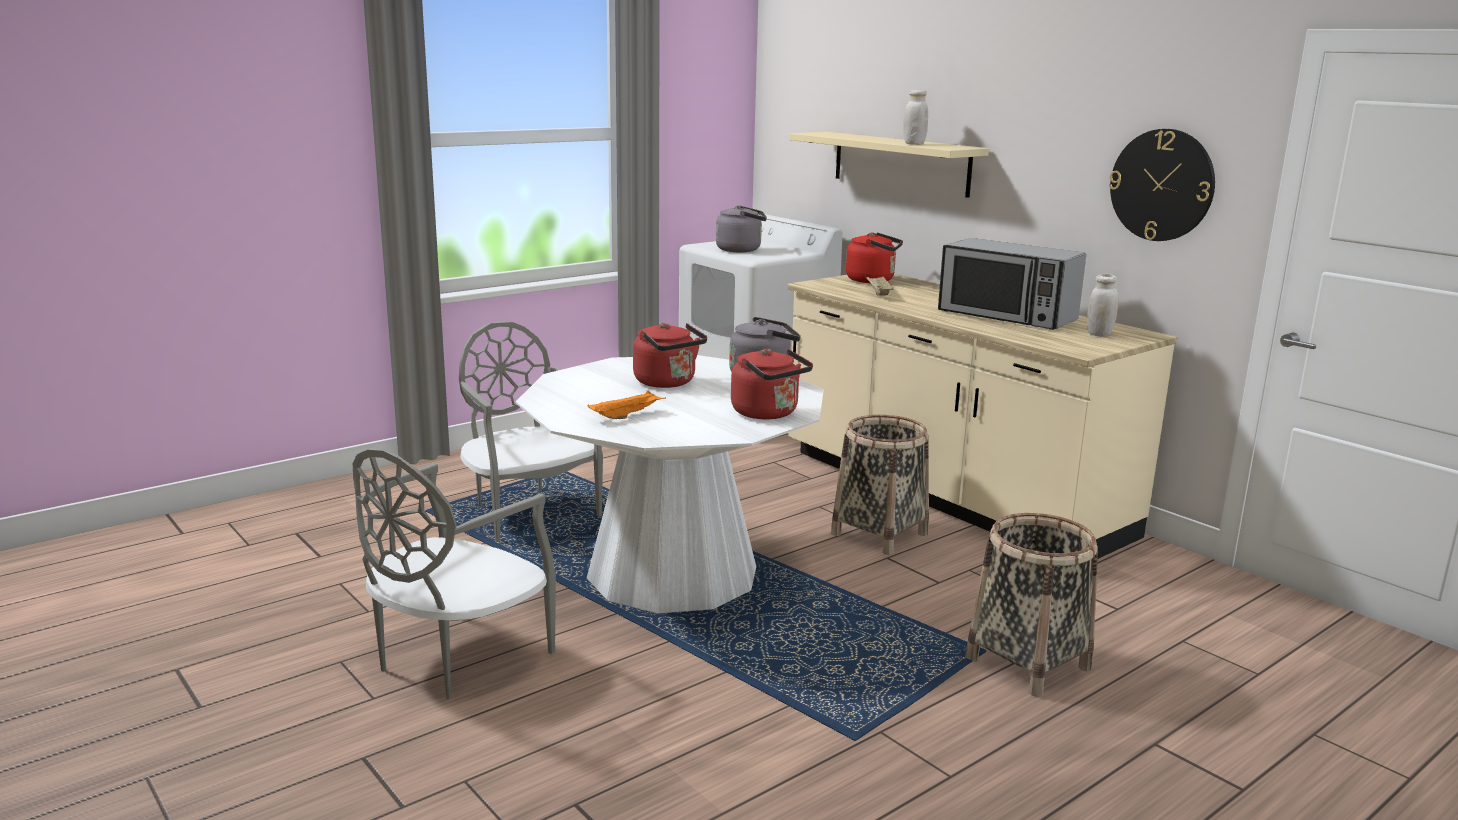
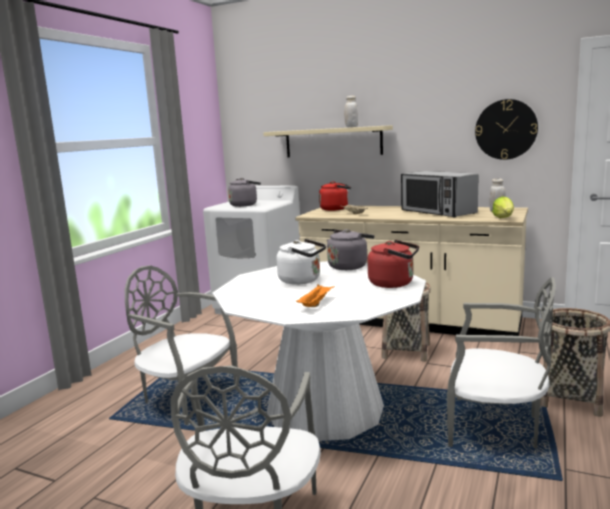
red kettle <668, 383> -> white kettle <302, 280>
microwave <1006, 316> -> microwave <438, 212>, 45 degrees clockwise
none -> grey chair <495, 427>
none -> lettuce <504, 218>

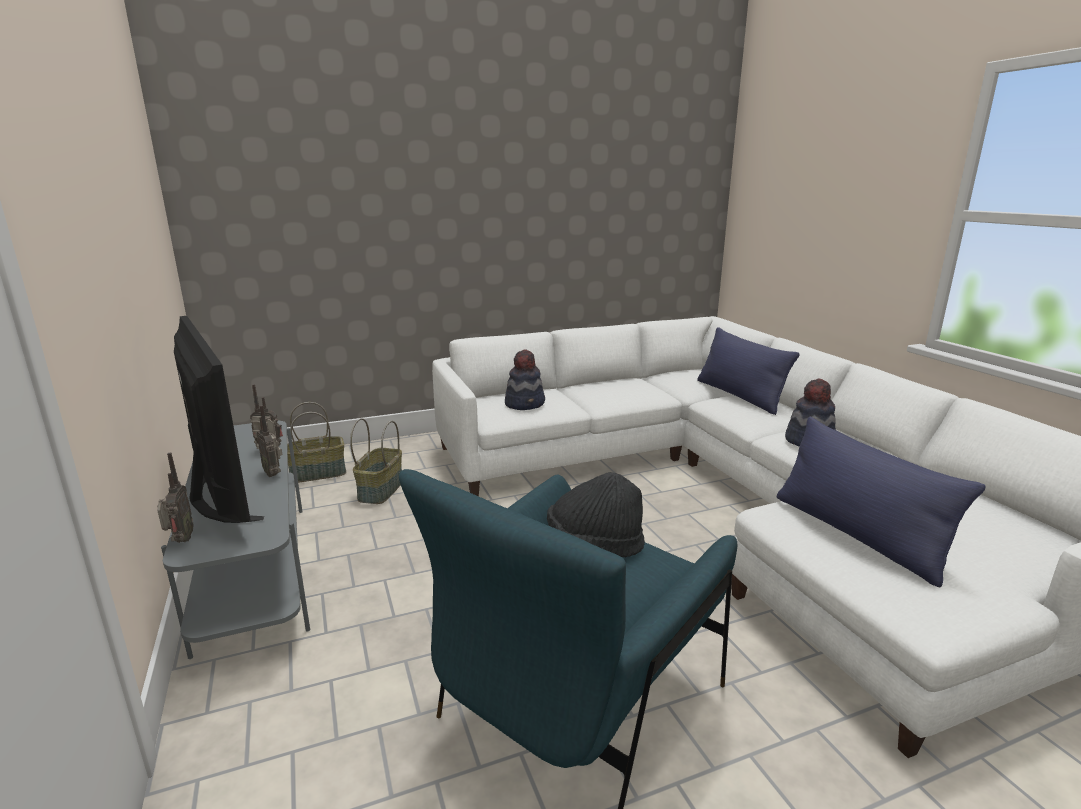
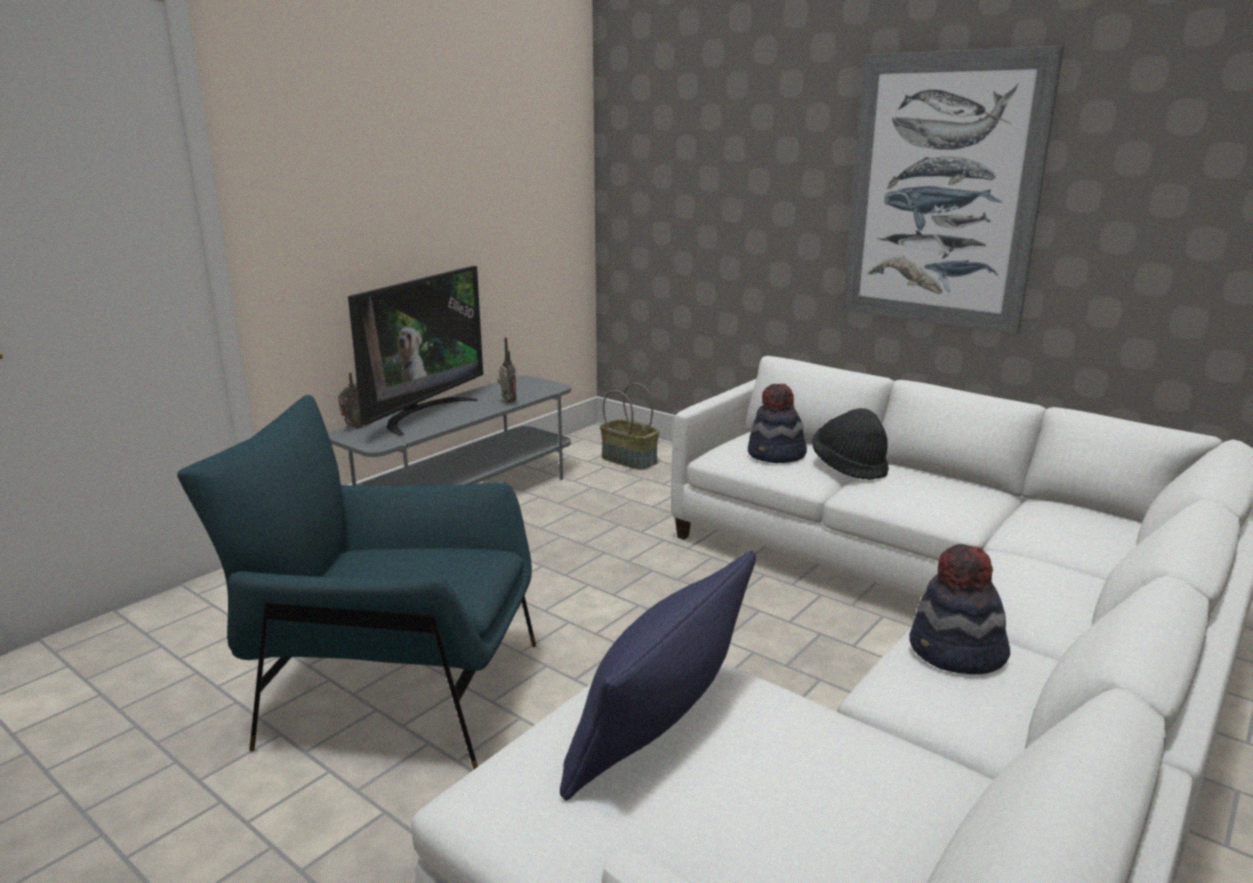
black hat <594, 544> -> black hat <849, 467>, shifted
none -> picture <941, 192>
radio <274, 473> -> none
basket <380, 490> -> none
blue pillow <739, 395> -> none

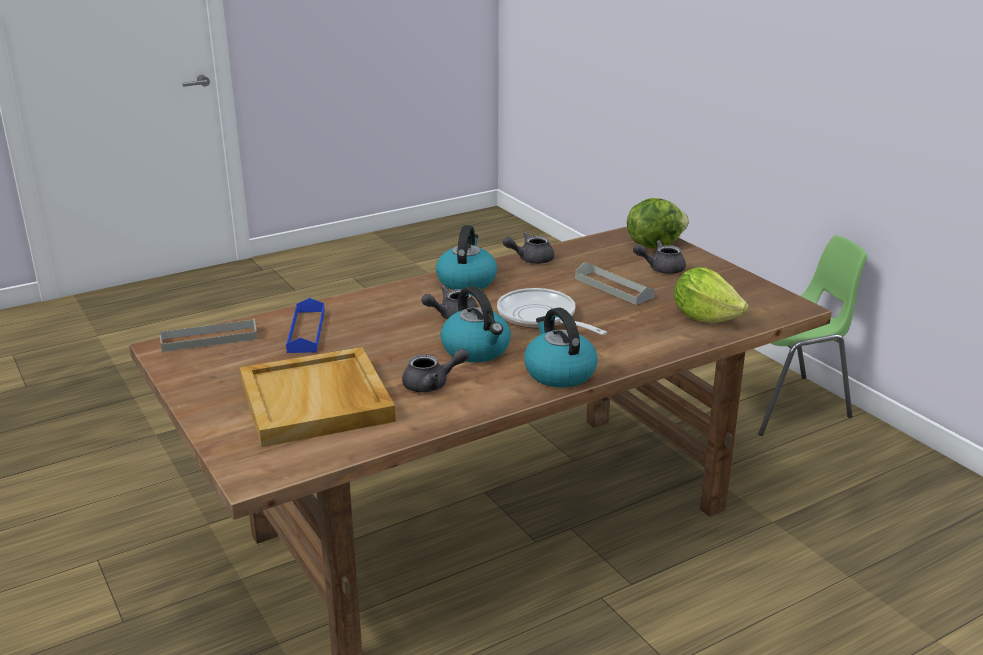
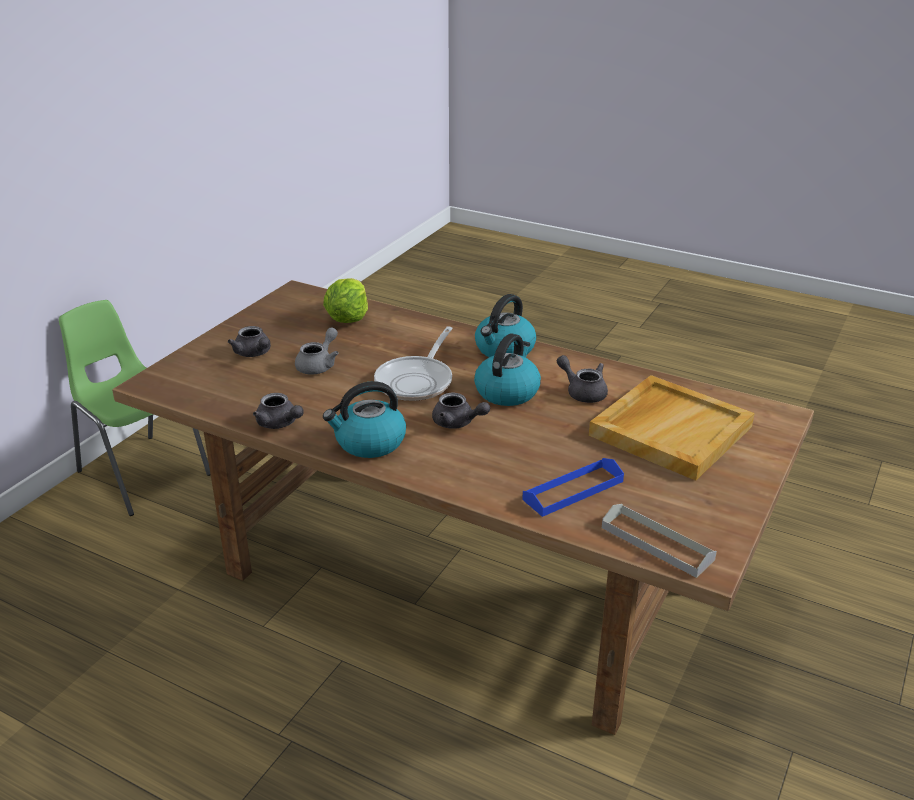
grey tray <613, 287> -> grey teapot <319, 365>
lettuce <654, 245> -> none

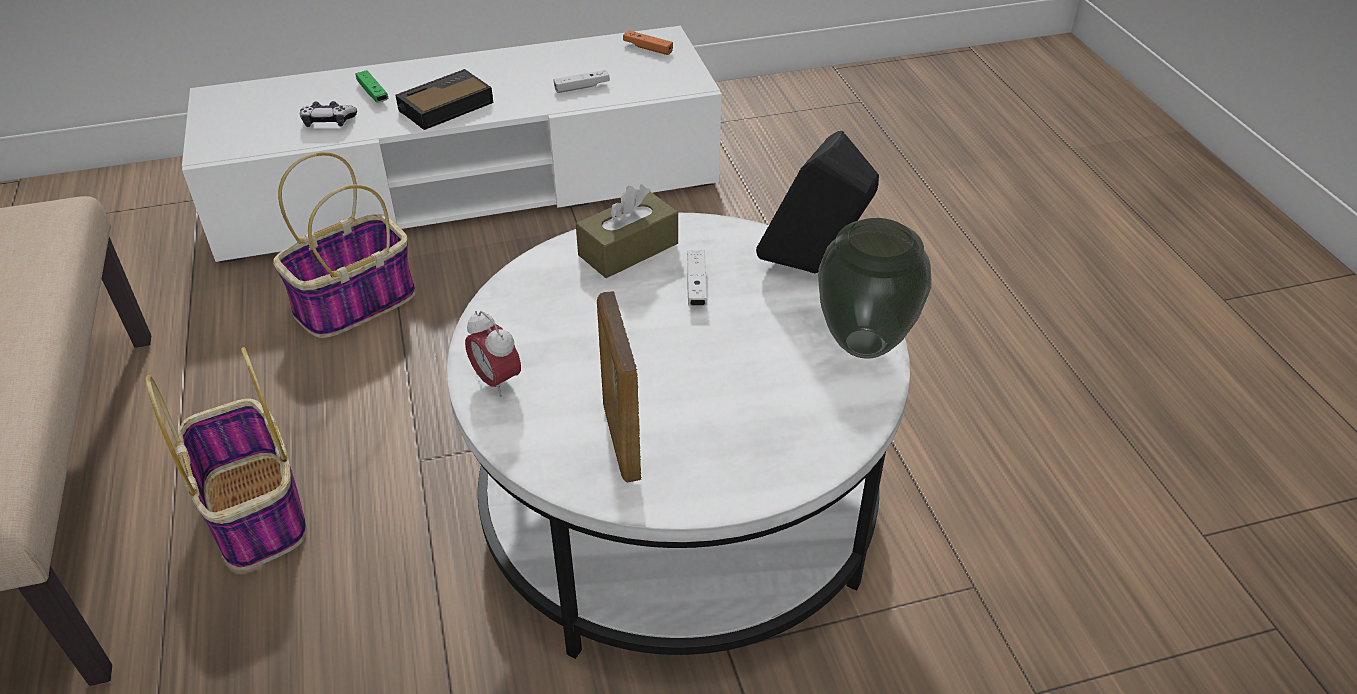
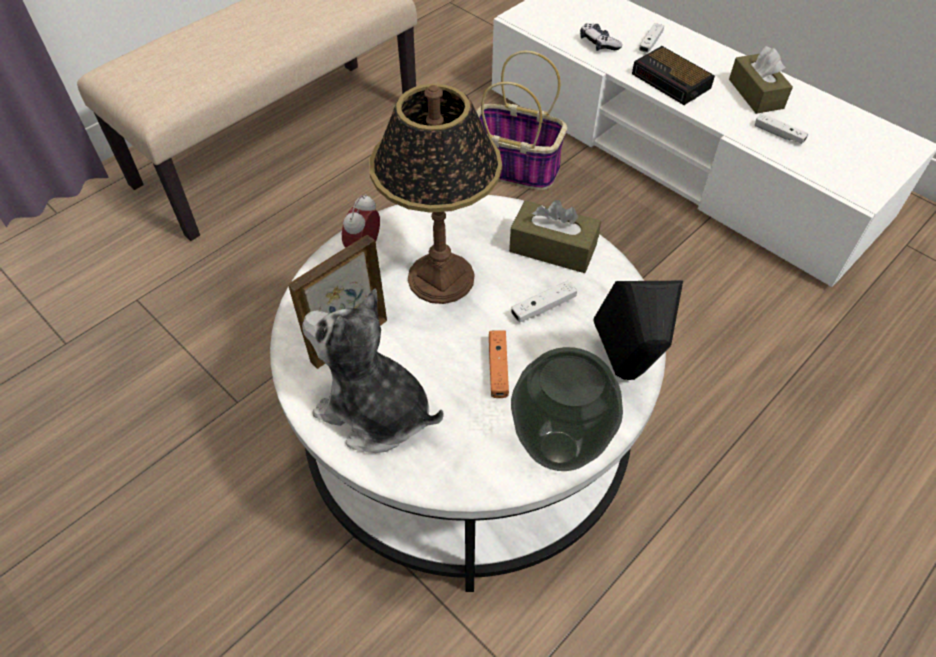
none -> plush toy <375, 412>
none -> table lamp <441, 279>
orange game controller <648, 48> -> orange game controller <498, 368>, shifted
alarm clock <444, 107> -> alarm clock <672, 82>, 150 degrees counterclockwise
green game controller <373, 93> -> white game controller <650, 43>
none -> brown tissue box <755, 94>
basket <256, 512> -> none

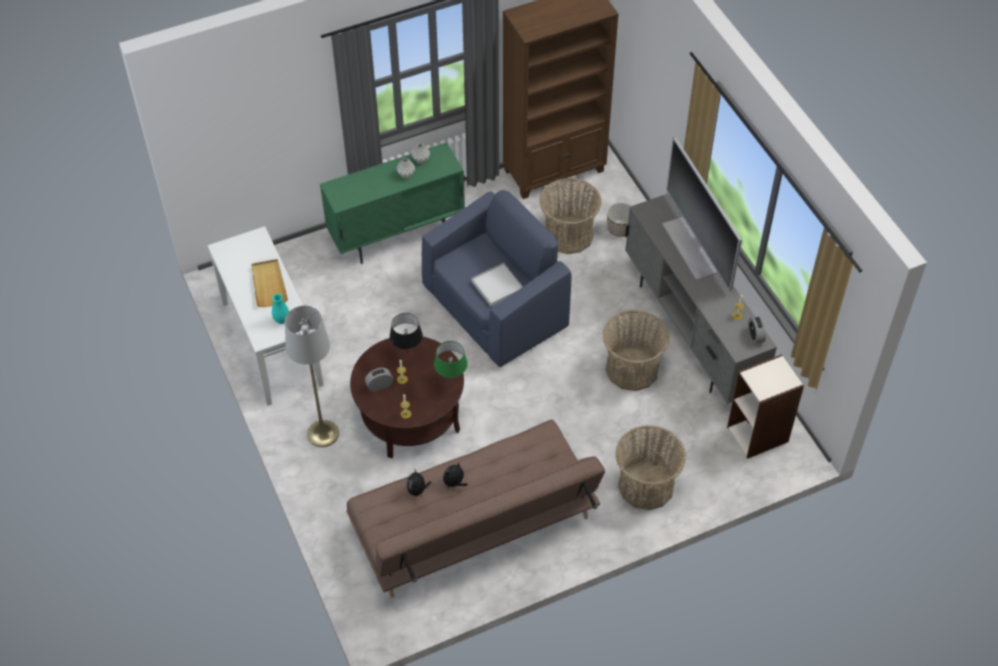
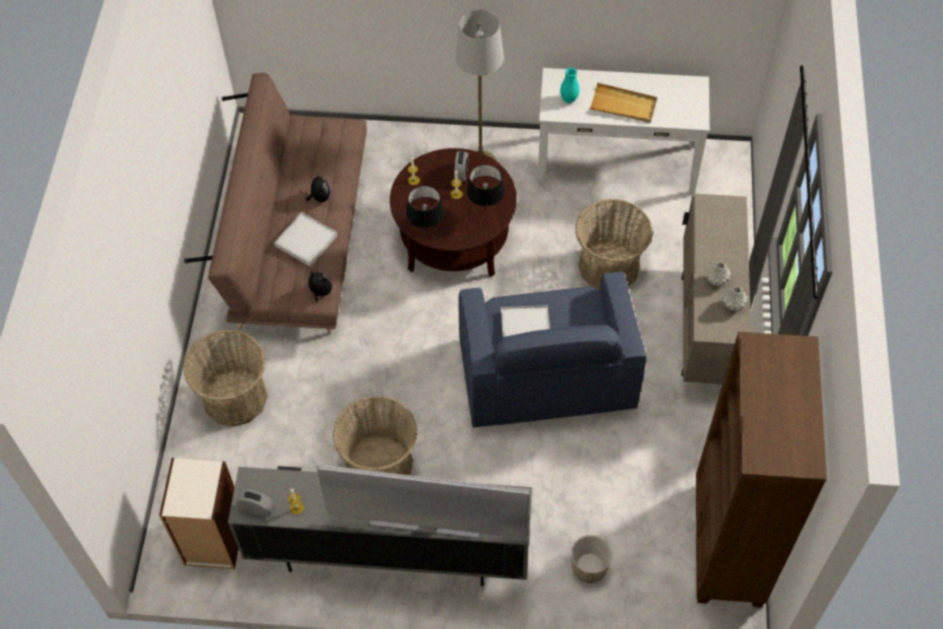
none -> white tray <306, 241>
plush toy <417, 490> -> plush toy <320, 293>, shifted
green table lamp <451, 381> -> black table lamp <426, 232>
basket <568, 234> -> basket <609, 266>, shifted
green cabinet <397, 236> -> beige cabinet <705, 328>

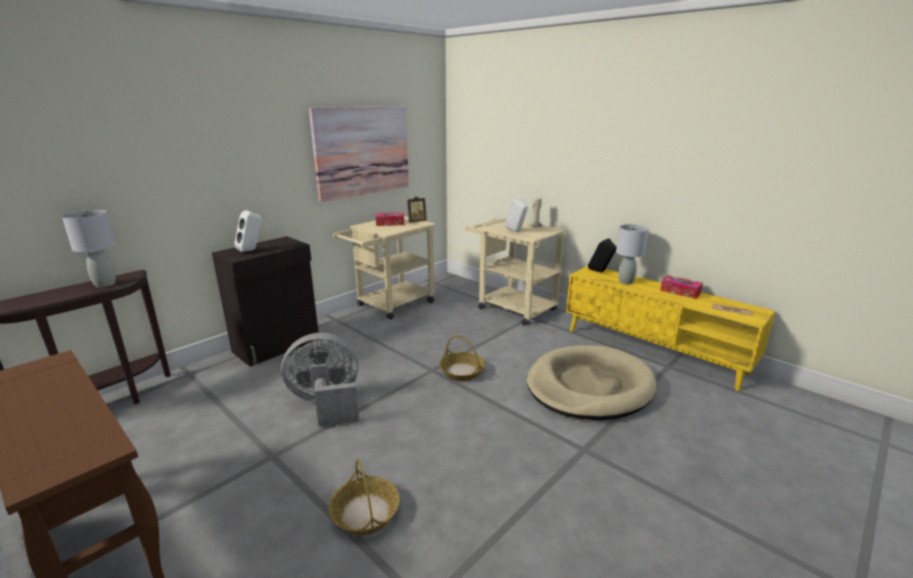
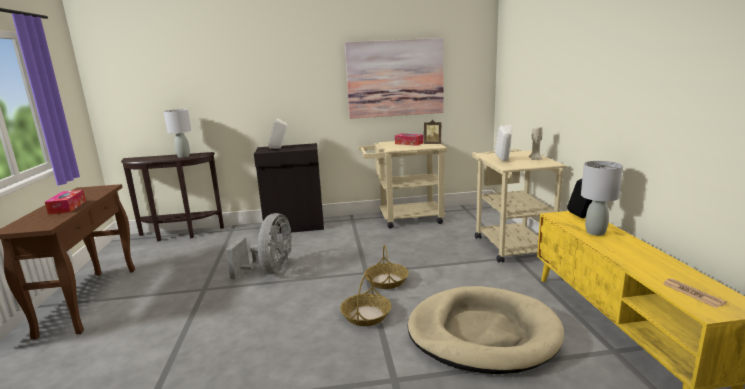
tissue box <680, 292> -> tissue box <67, 207>, shifted
grey fan <327, 404> -> grey fan <270, 271>, 75 degrees clockwise
basket <365, 512> -> basket <366, 315>, shifted

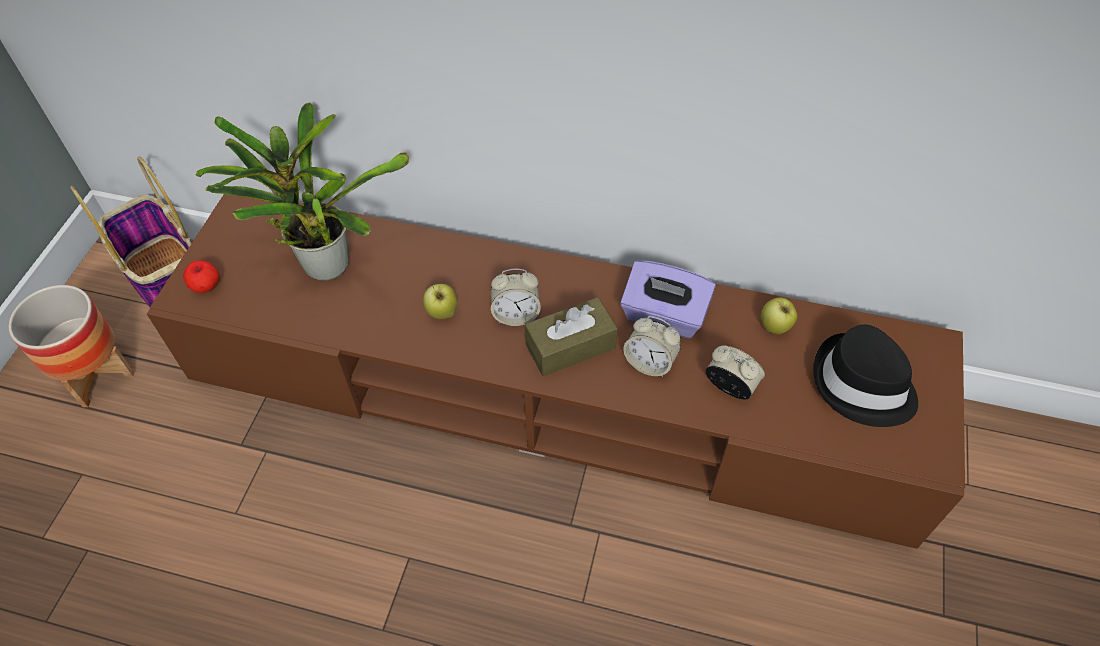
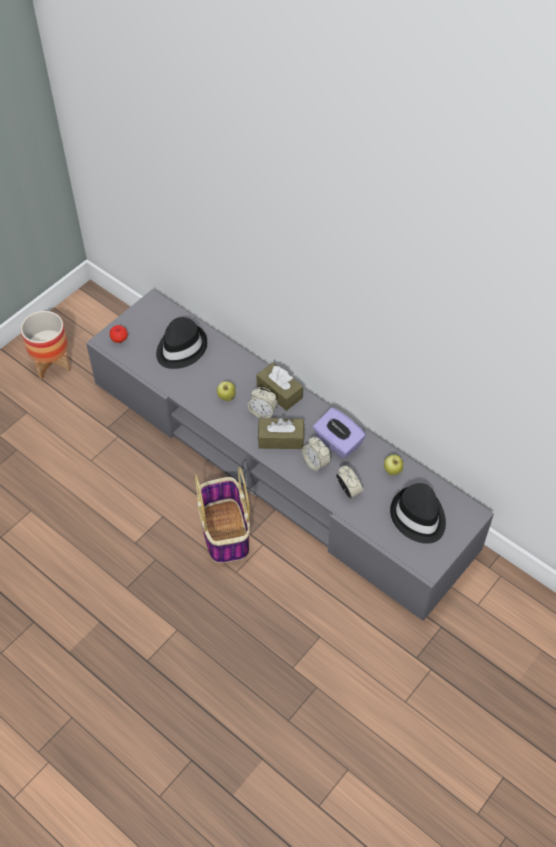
brown tv stand <552, 392> -> grey tv stand <278, 465>
potted plant <322, 263> -> black hat <180, 348>
basket <166, 276> -> basket <224, 531>, shifted
none -> brown tissue box <279, 392>

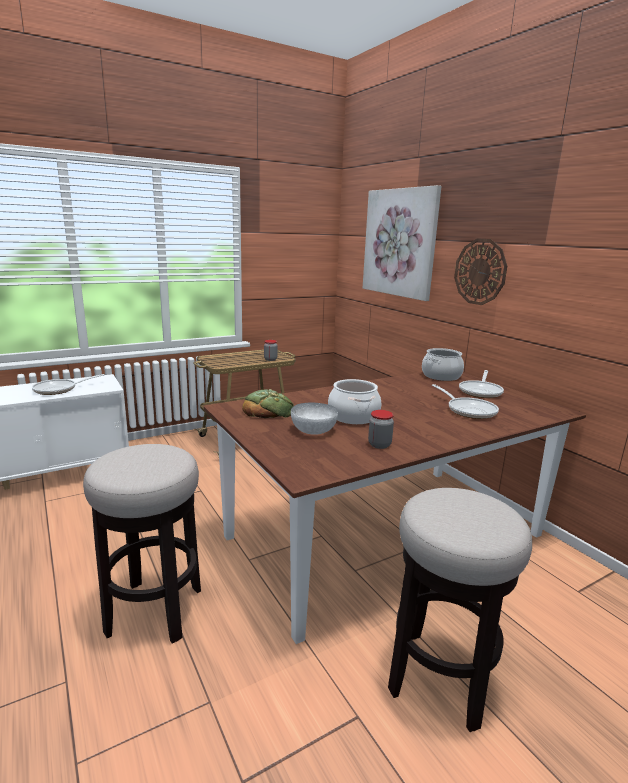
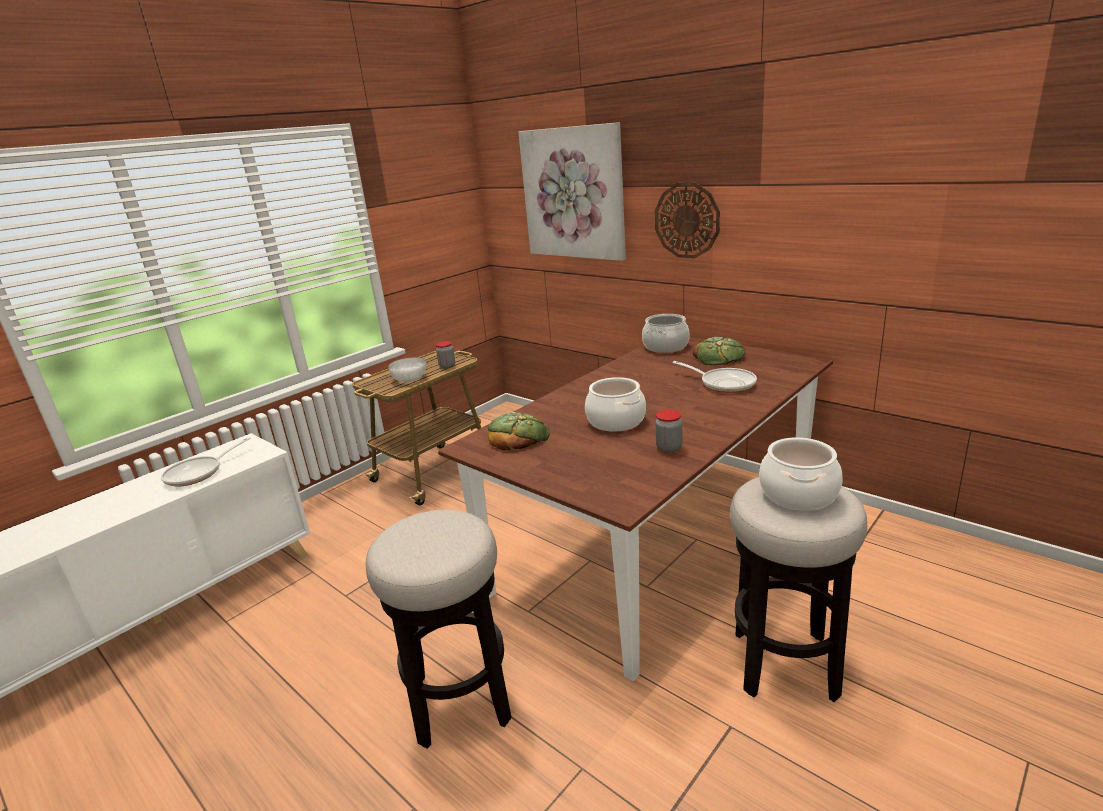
white bowl <313, 430> -> white bowl <410, 379>, shifted
frying pan <481, 391> -> bread <719, 357>
none -> cooking pot <798, 493>

